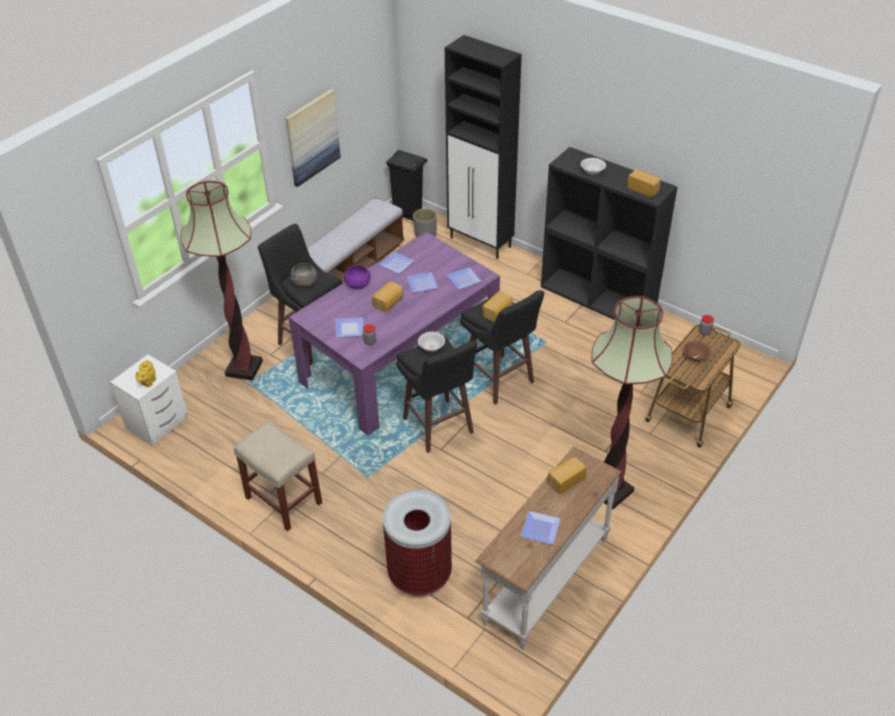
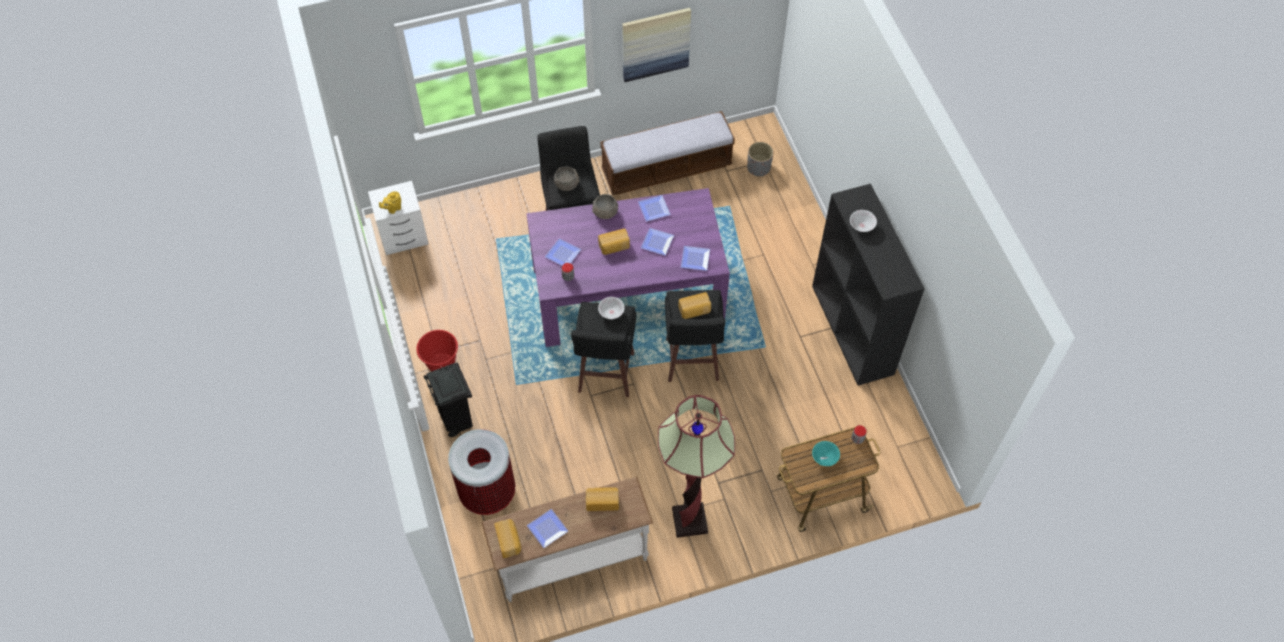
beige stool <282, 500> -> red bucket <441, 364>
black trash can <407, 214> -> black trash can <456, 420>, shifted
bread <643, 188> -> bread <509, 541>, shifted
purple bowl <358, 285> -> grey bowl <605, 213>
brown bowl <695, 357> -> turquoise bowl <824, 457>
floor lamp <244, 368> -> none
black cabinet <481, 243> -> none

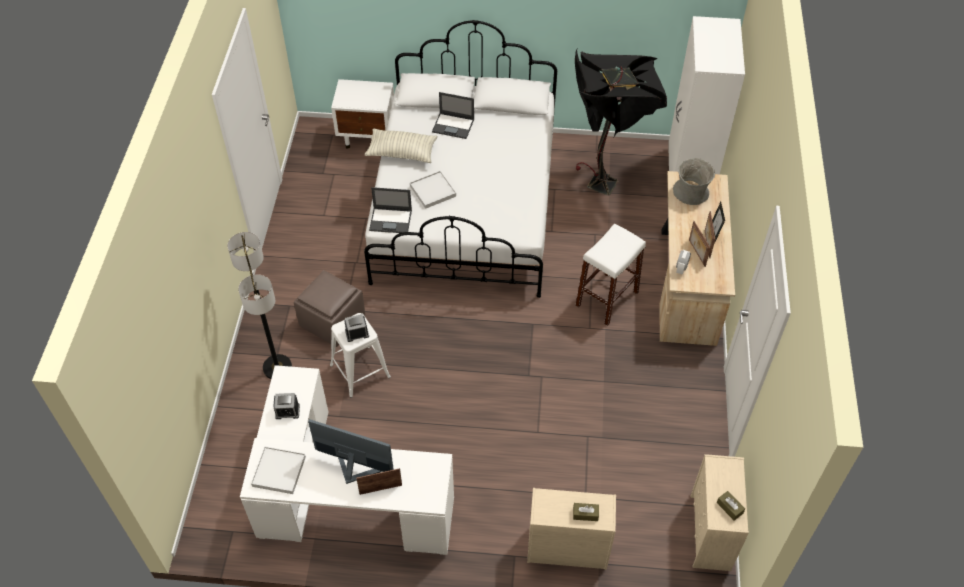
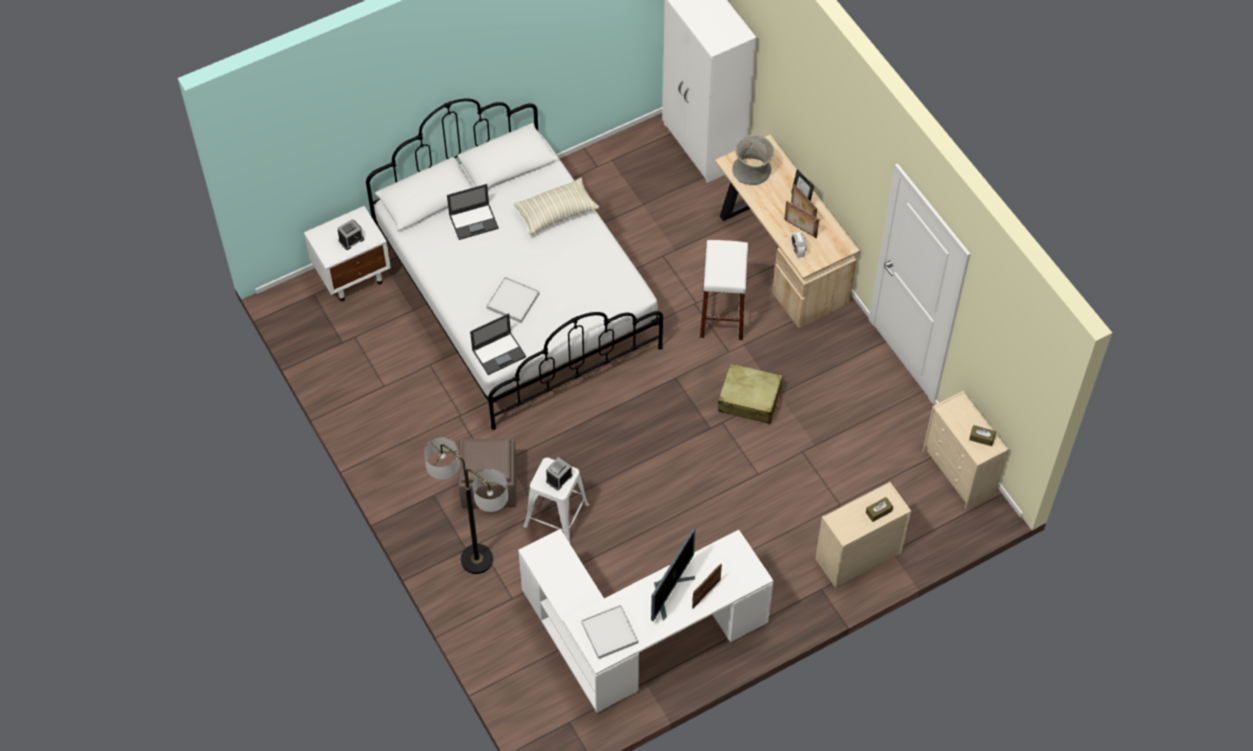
alarm clock <287, 411> -> alarm clock <351, 240>, shifted
pillow <402, 152> -> pillow <556, 212>, shifted
monitor <354, 468> -> monitor <669, 591>, 135 degrees clockwise
none -> beige suitcase <750, 400>
black floor lamp <606, 179> -> none

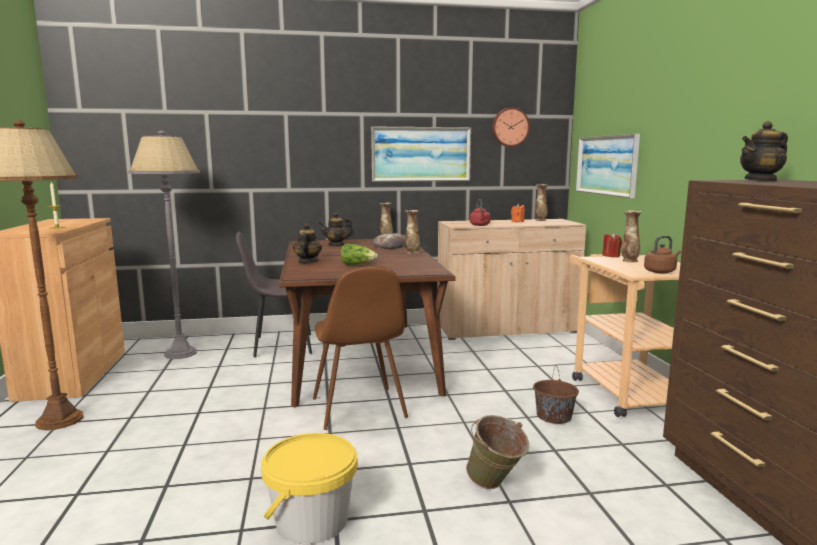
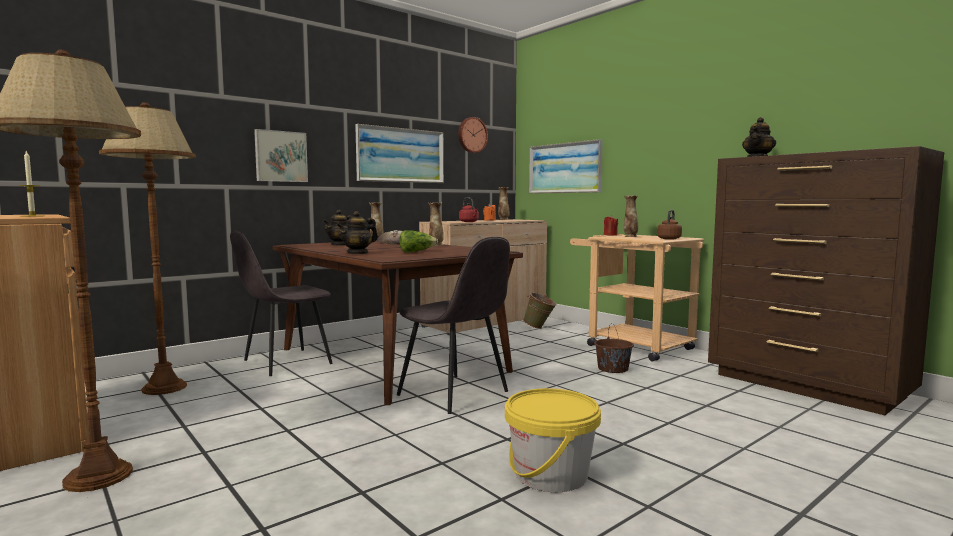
grey floor lamp <181, 353> -> brown floor lamp <165, 388>
none -> picture <280, 156>
teapot <307, 262> -> teapot <358, 253>, 105 degrees counterclockwise
brown chair <359, 409> -> grey chair <455, 394>
green bucket <495, 486> -> green bucket <540, 328>, shifted

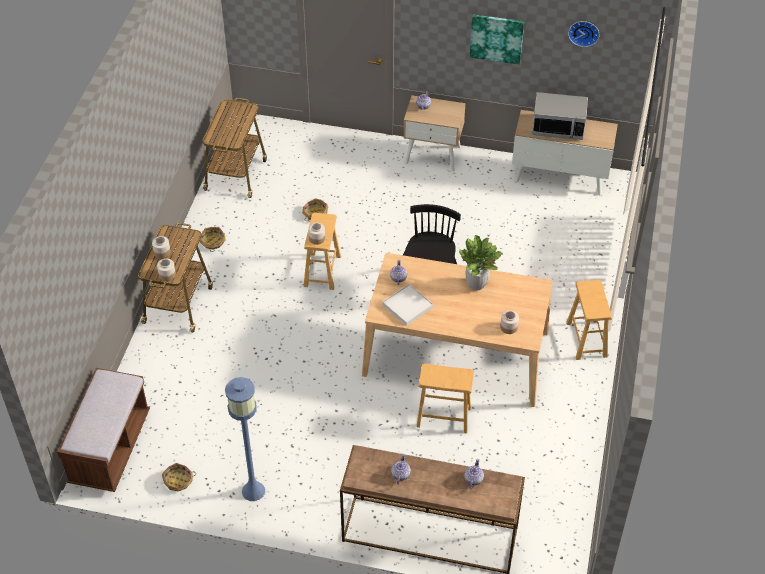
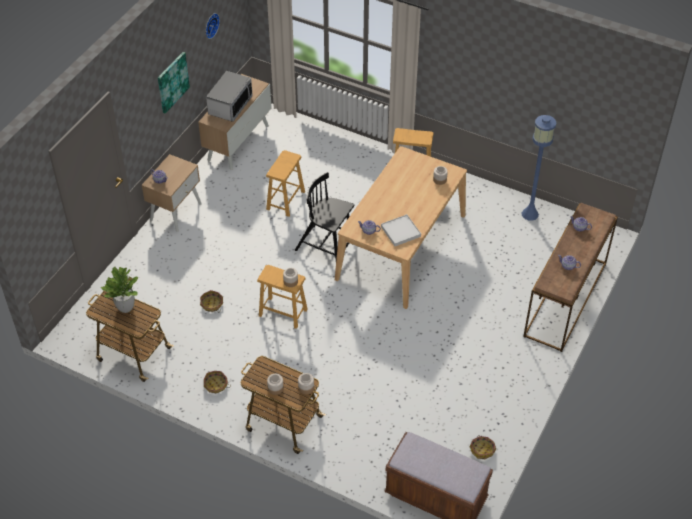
potted plant <476, 285> -> potted plant <126, 307>, shifted
brown stool <443, 417> -> brown stool <286, 200>, shifted
blue floor lamp <253, 491> -> blue floor lamp <530, 214>, shifted

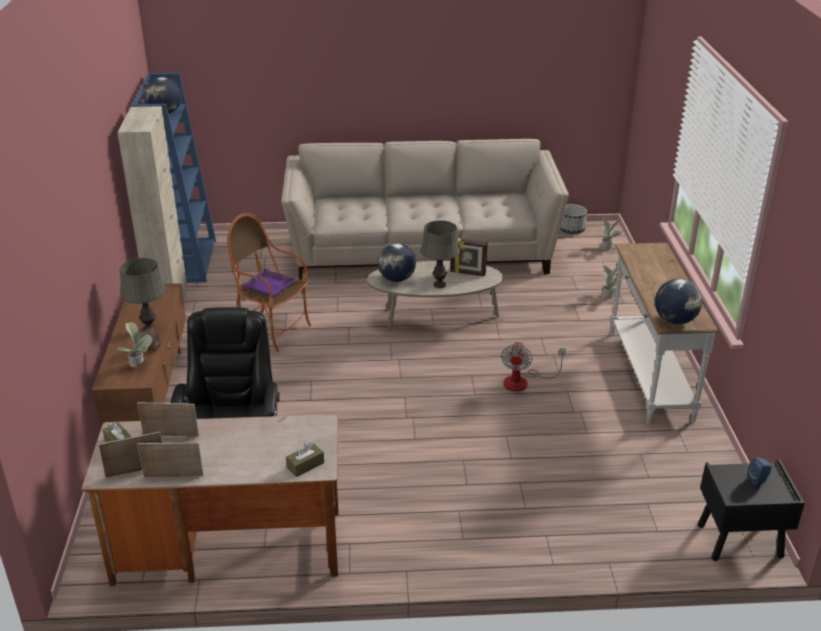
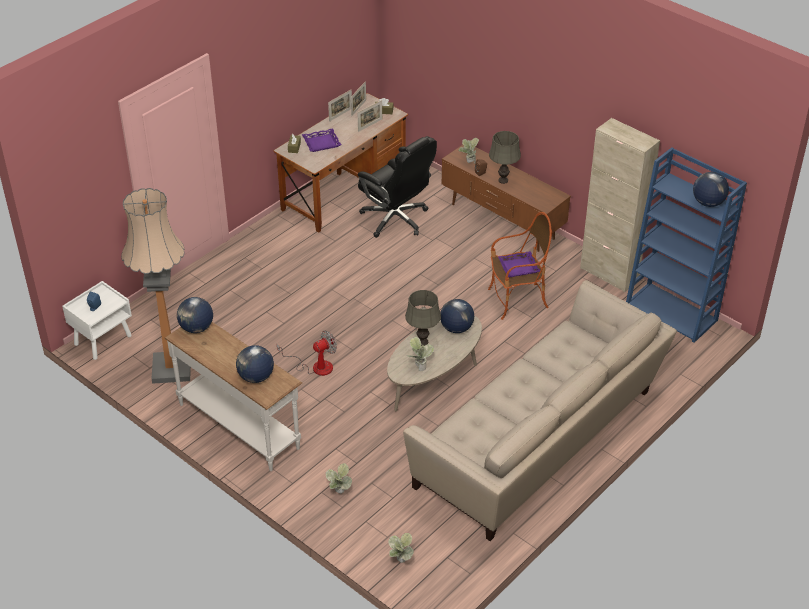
black nightstand <738, 541> -> white nightstand <103, 340>
none -> floor lamp <171, 369>
none -> globe <256, 377>
fan <523, 381> -> fan <315, 366>, 90 degrees clockwise
none -> purple tray <321, 143>
picture frame <467, 273> -> potted plant <419, 366>
planter <571, 229> -> none

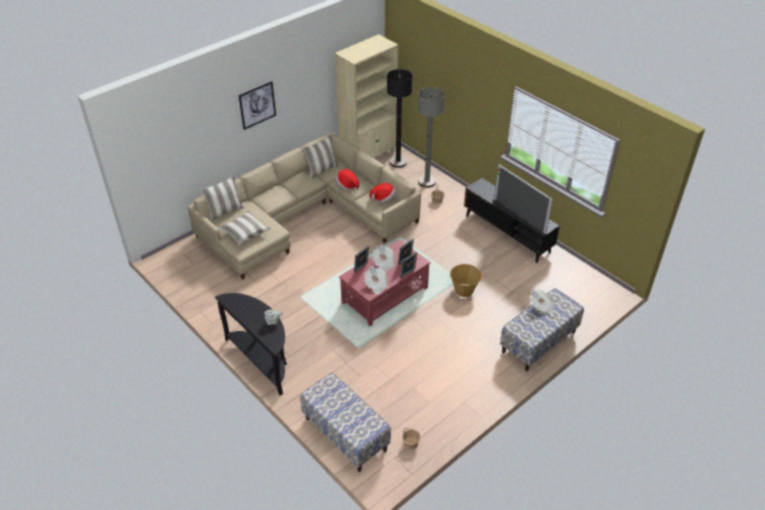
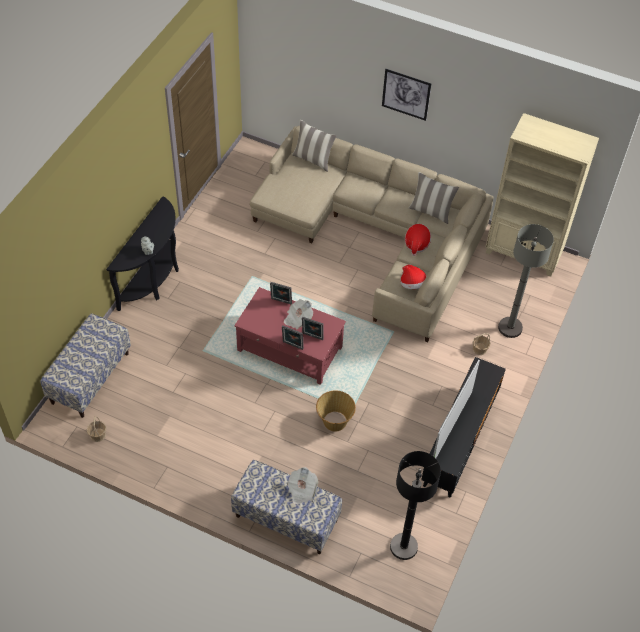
black floor lamp <398, 162> -> black floor lamp <403, 547>, shifted
pillow <245, 233> -> none
newspaper <376, 285> -> none

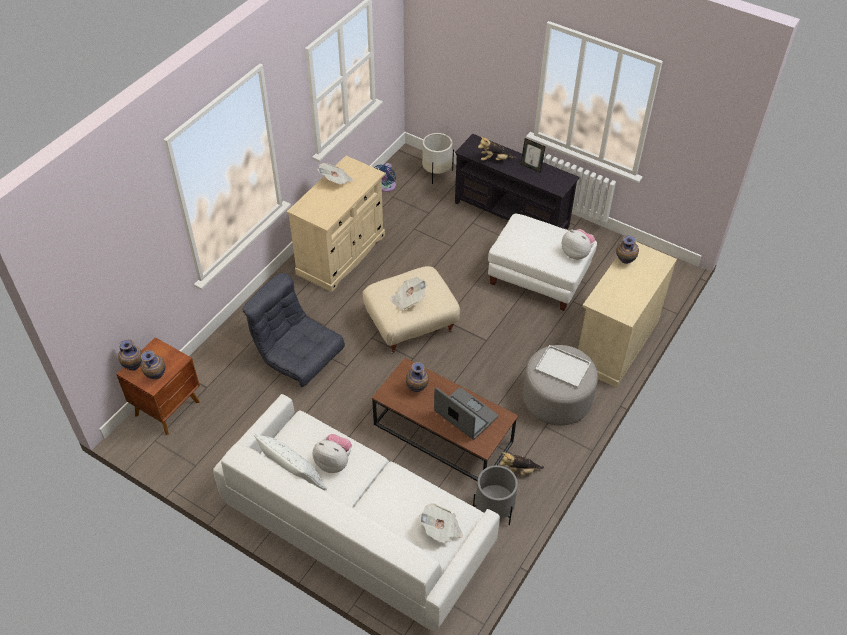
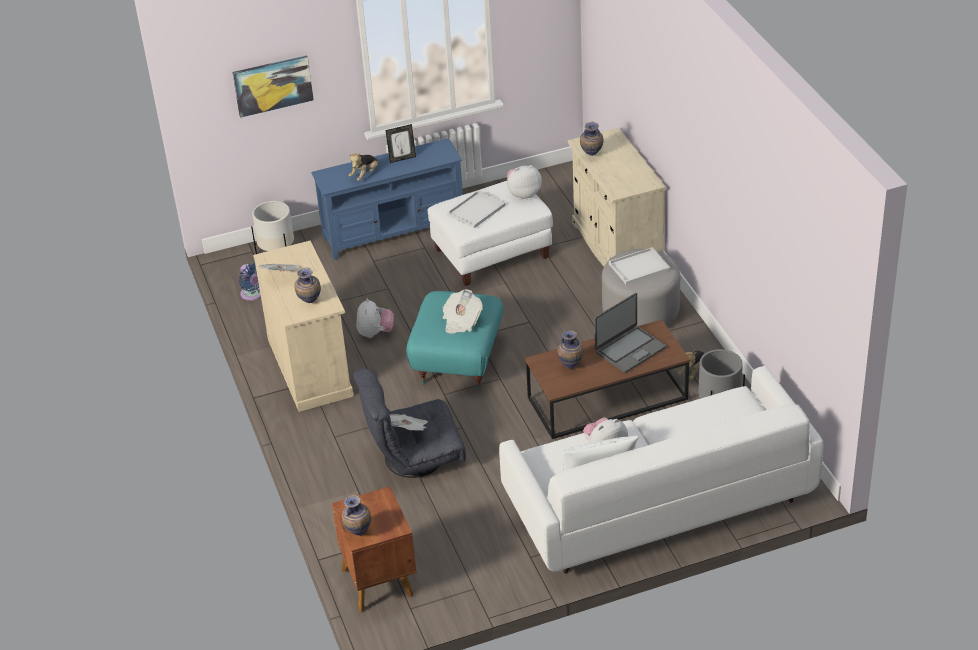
none -> picture <272, 85>
vase <156, 377> -> vase <309, 303>, shifted
black tv stand <511, 215> -> blue tv stand <394, 231>
none -> plush toy <375, 333>
newspaper <441, 529> -> newspaper <408, 430>, shifted
beige ottoman <411, 325> -> turquoise ottoman <457, 361>
none -> white tray <476, 211>
laptop <465, 415> -> laptop <630, 350>, 150 degrees clockwise

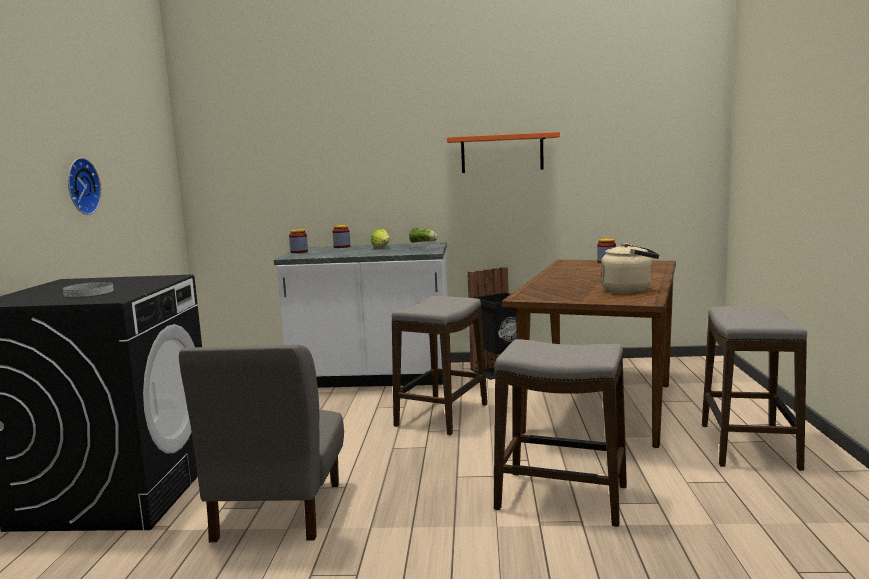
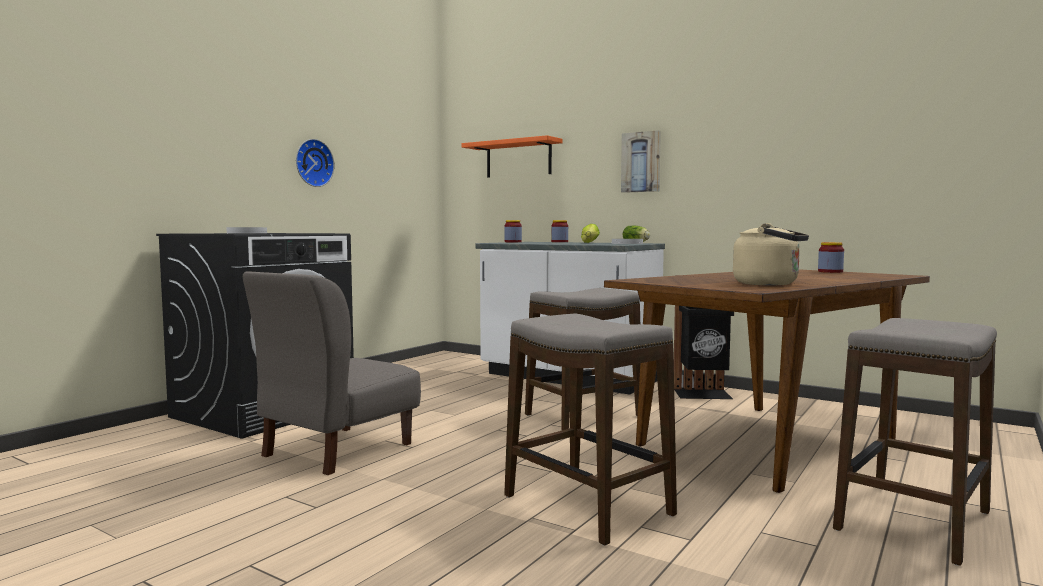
orange shelf <502, 153> -> orange shelf <518, 159>, shifted
none -> picture <641, 162>

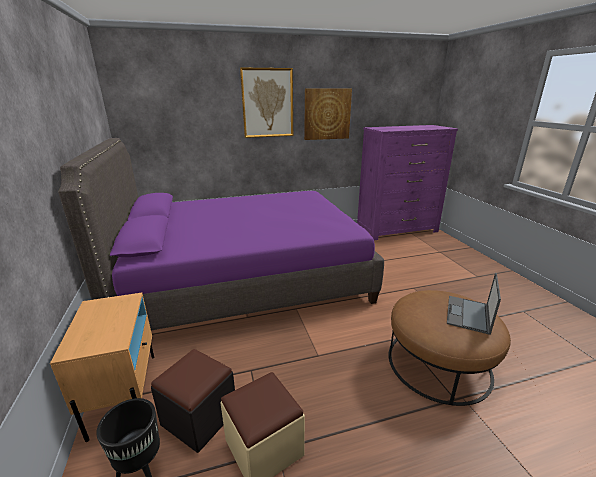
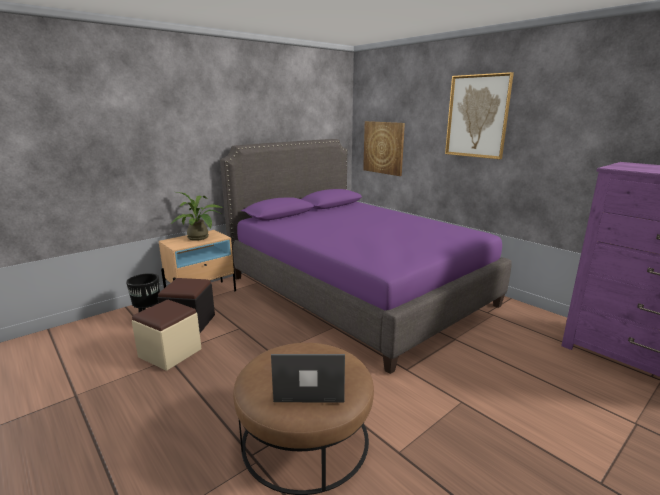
none -> potted plant <200, 238>
picture <327, 114> -> picture <383, 147>, shifted

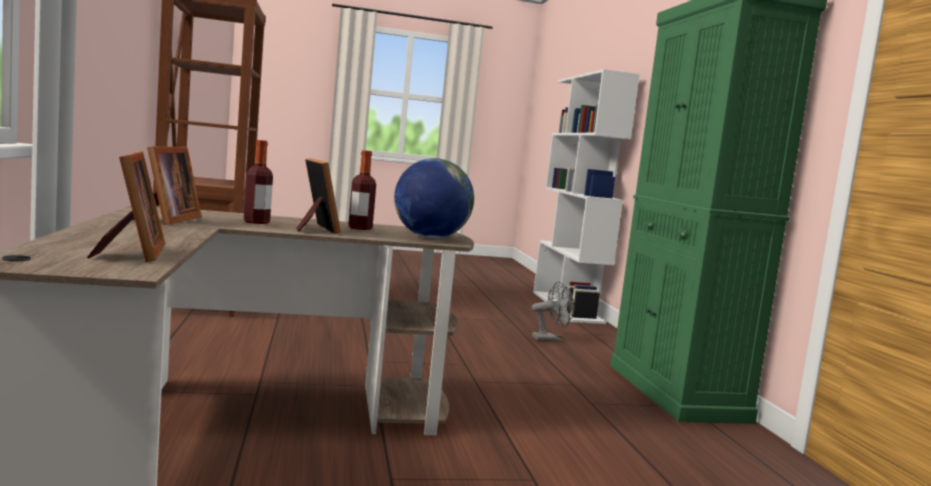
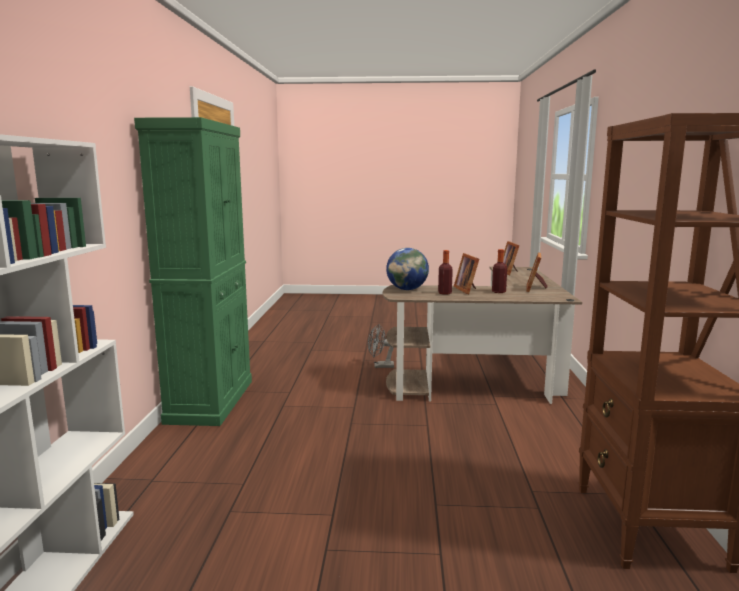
grey fan <551, 339> -> grey fan <380, 366>, shifted

